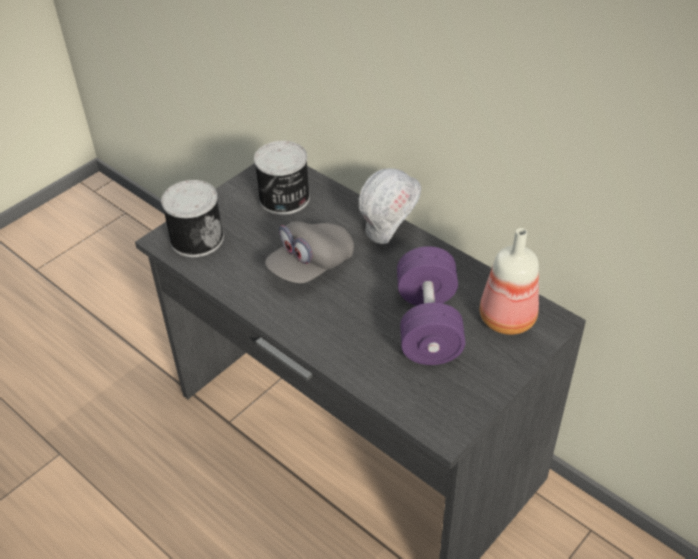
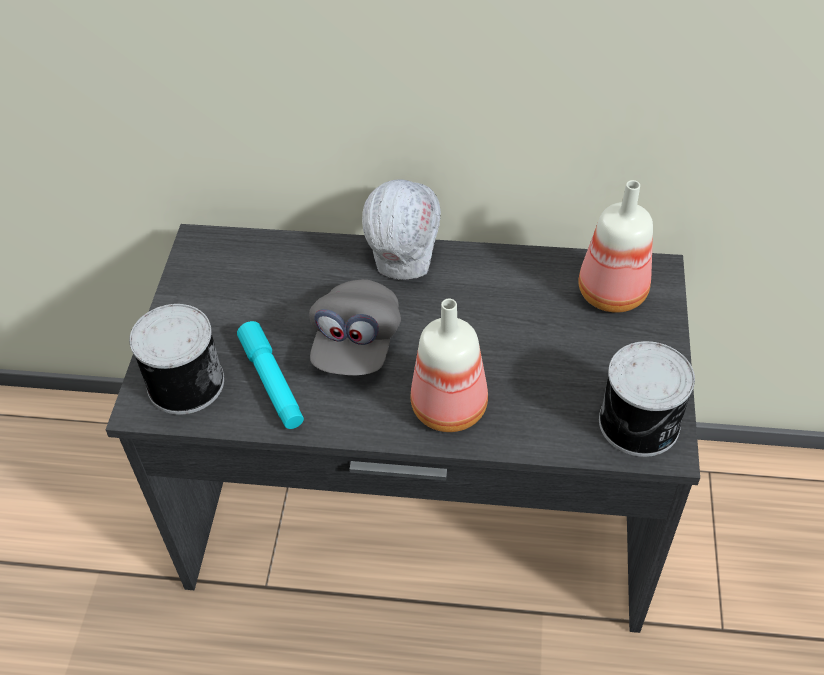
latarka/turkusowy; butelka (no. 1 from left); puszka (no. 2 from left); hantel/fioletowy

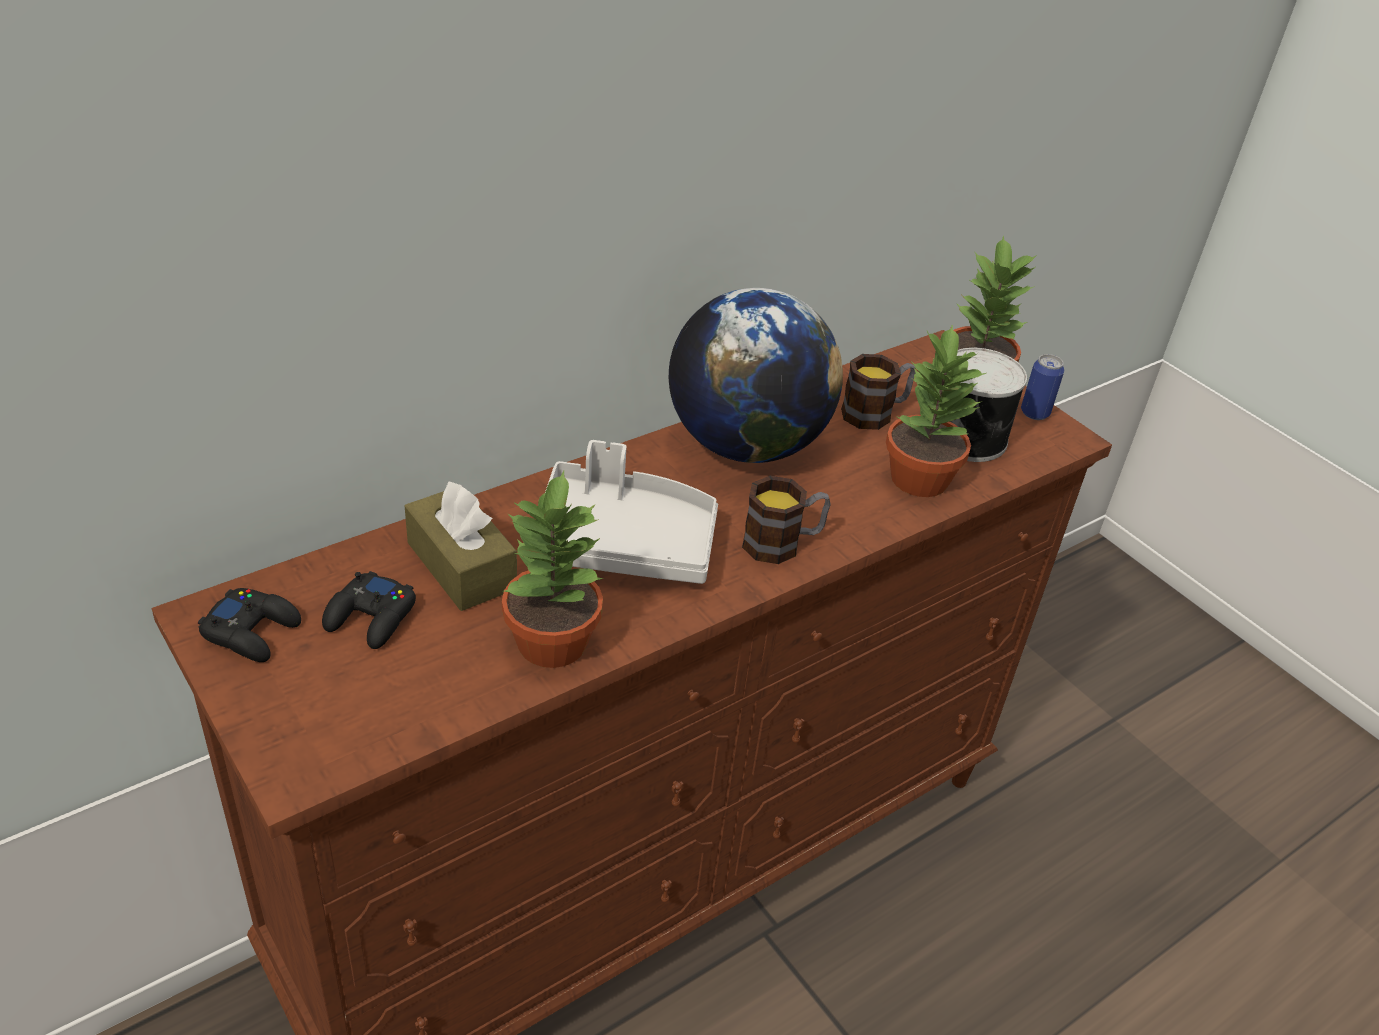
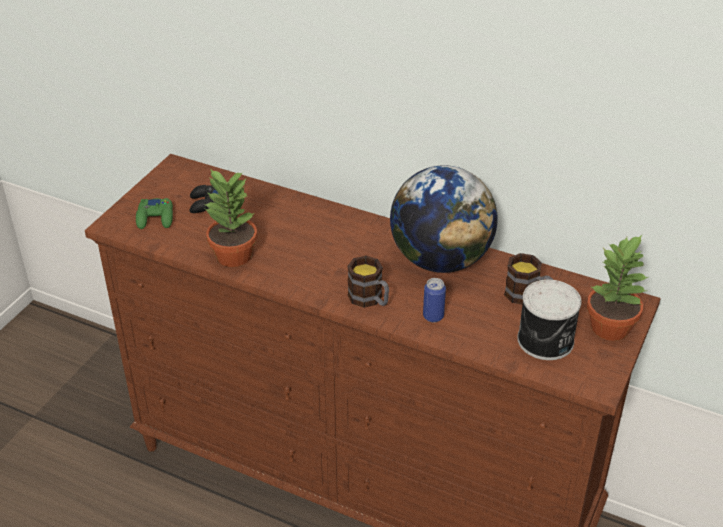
pad do gier/zielony; puszka (no. 1 from left); pad do gier/czarny (no. 1 from left in the first image); pudełko chusteczek/brązowy; taca/szary; roślina doniczkowa (no. 2 from left in the first image)

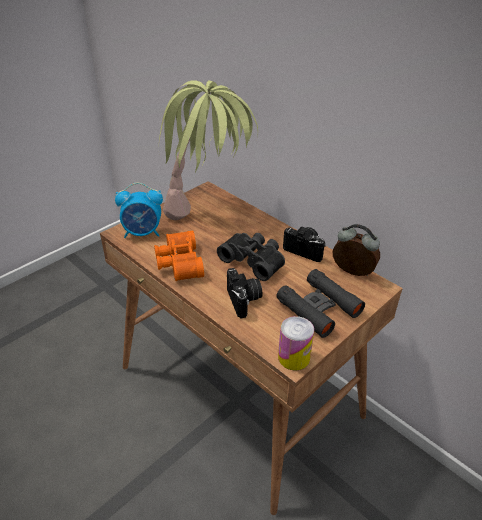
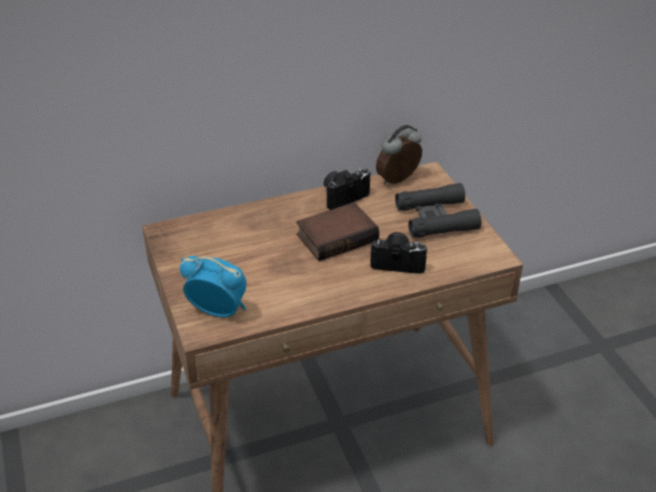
budzik (no. 1 from left); książka; lornetka/pomarańczowy; roślina doniczkowa; puszka

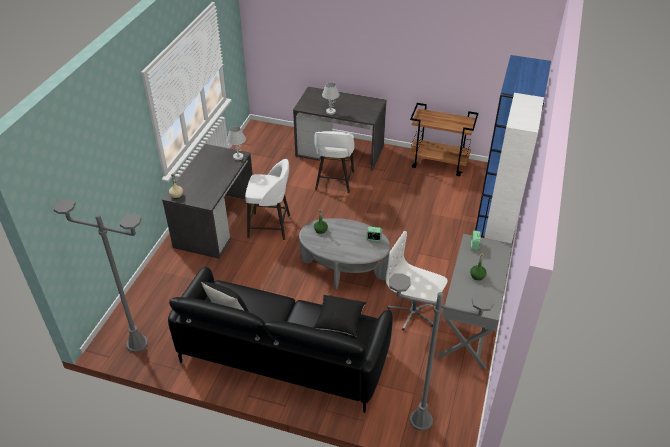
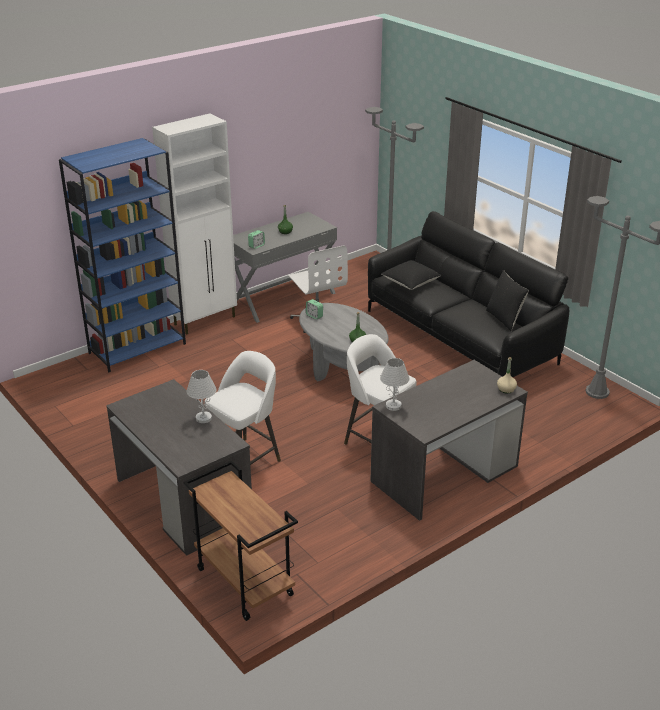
wózek/brązowy

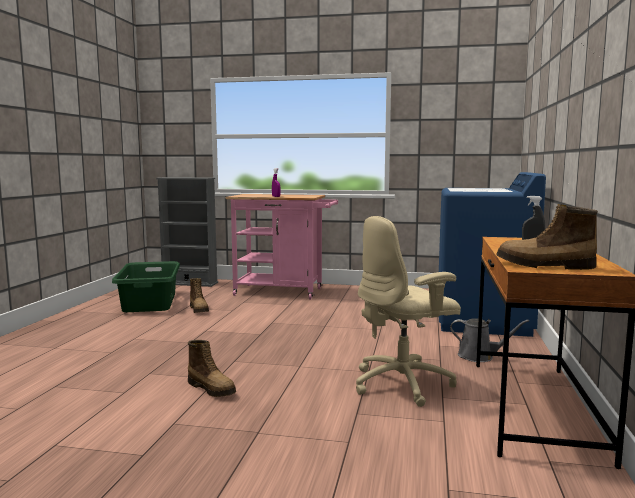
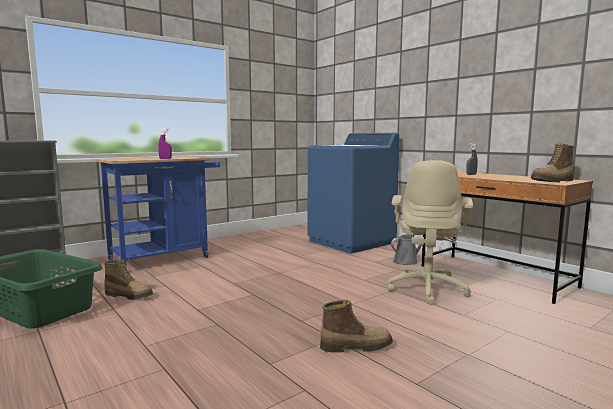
wózek/niebieski

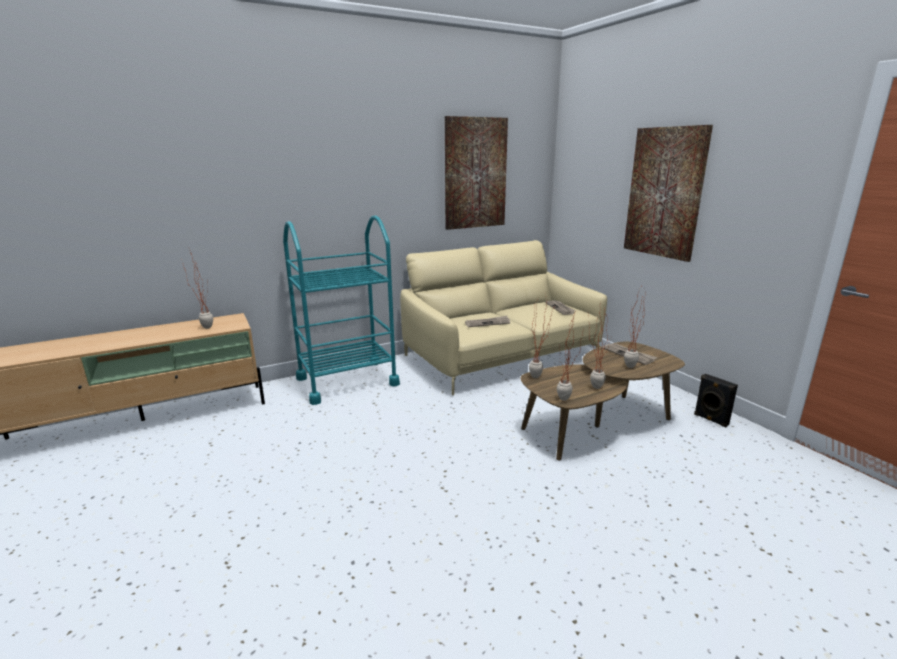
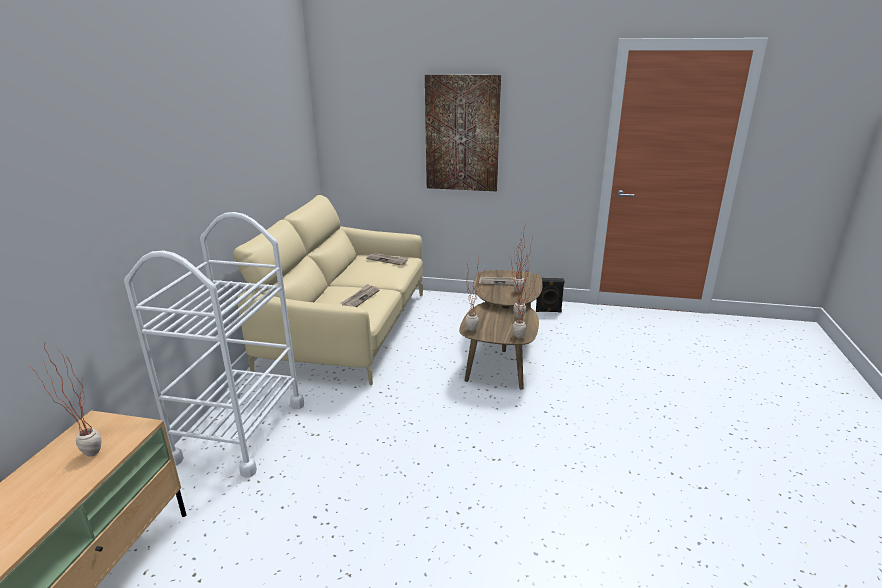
wózek/biały; obraz (no. 1 from left in the first image)

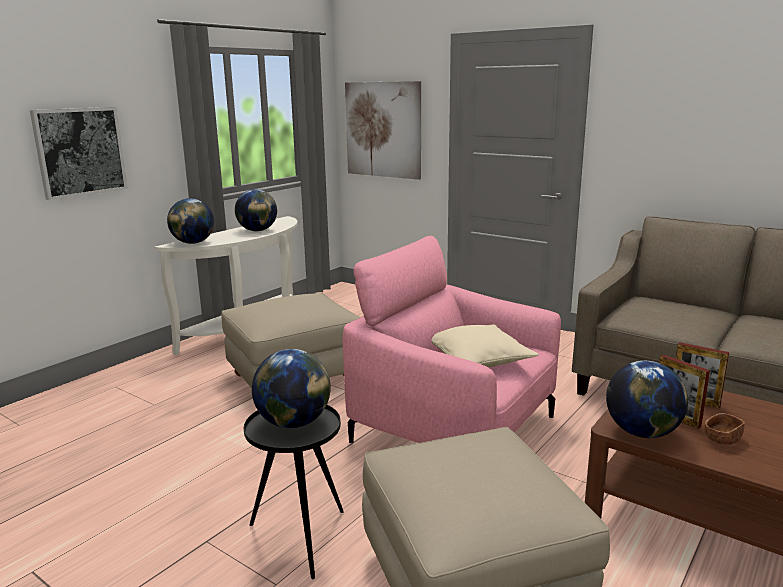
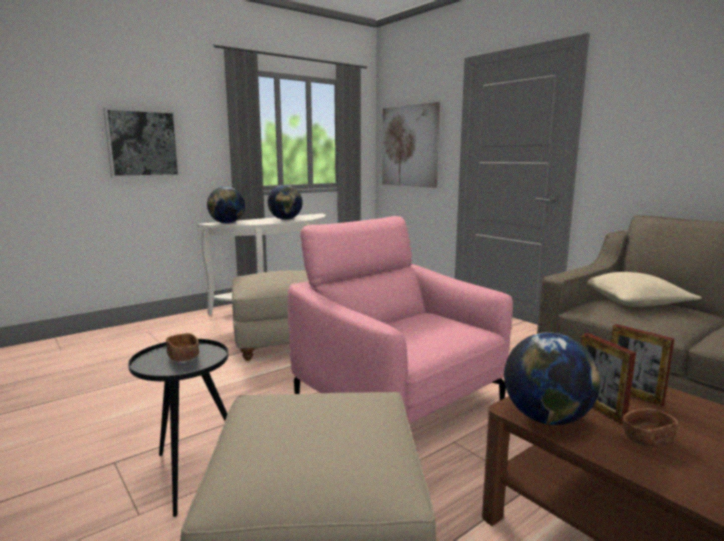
miska/brązowy (no. 1 from left); poduszka/beżowy

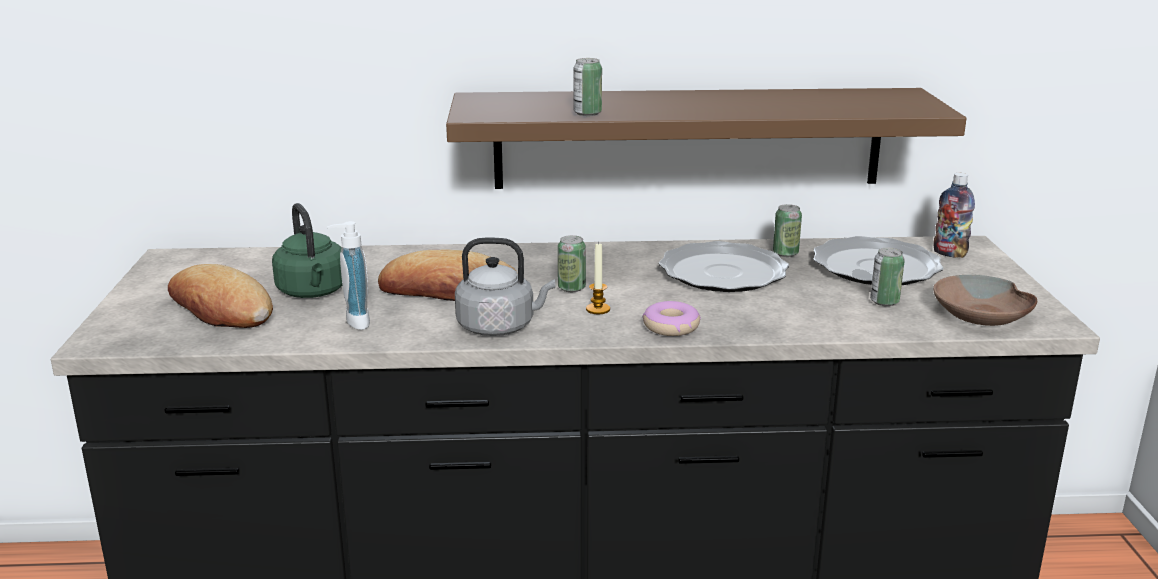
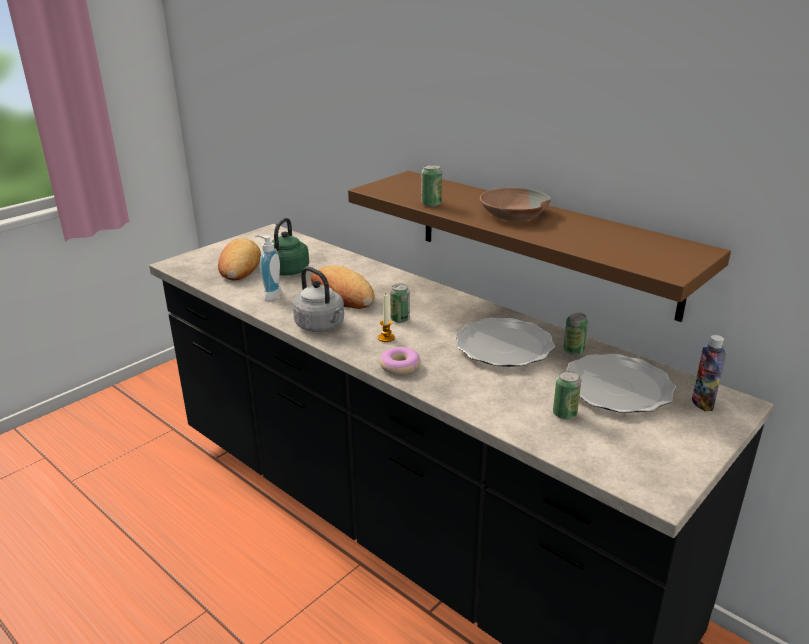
miska/brązowy

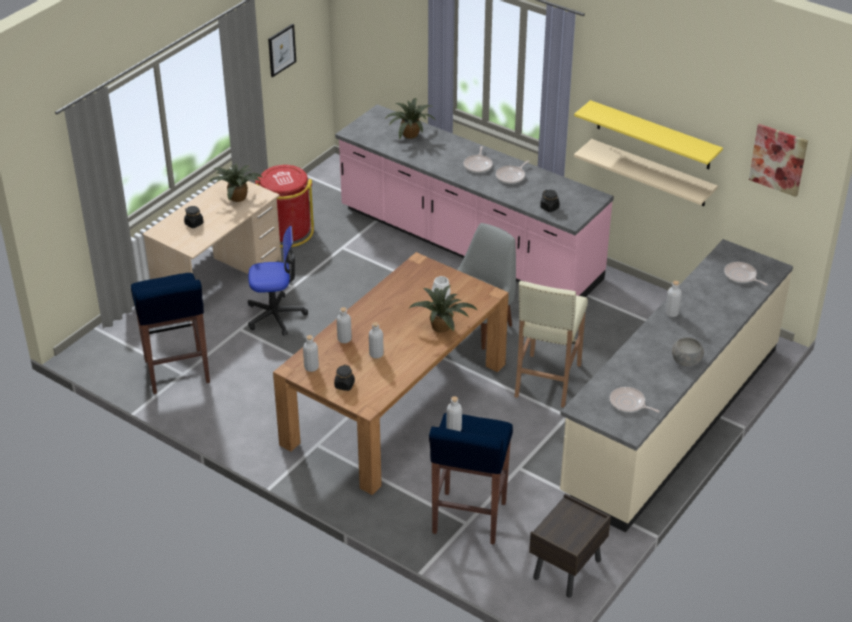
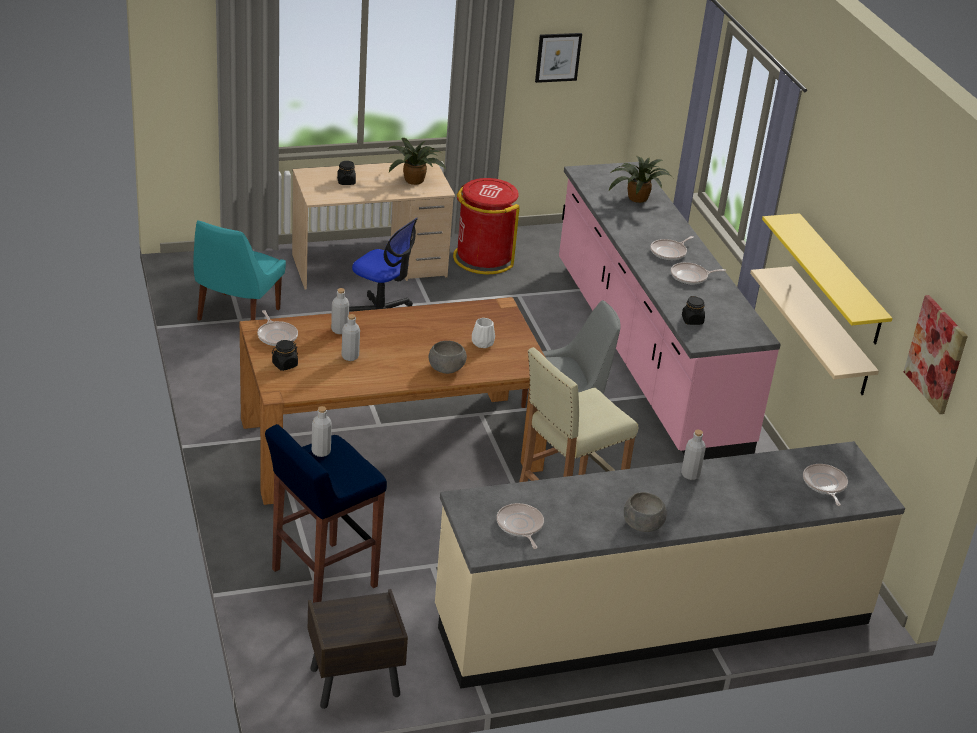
krzesło/turkusowy; patelnia (no. 1 from left); miska/szary (no. 1 from left)

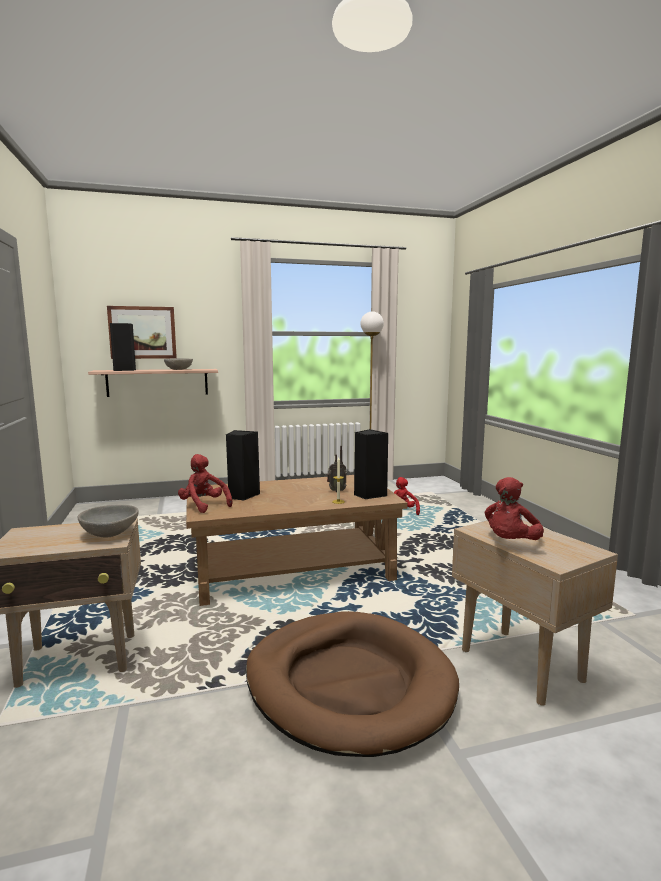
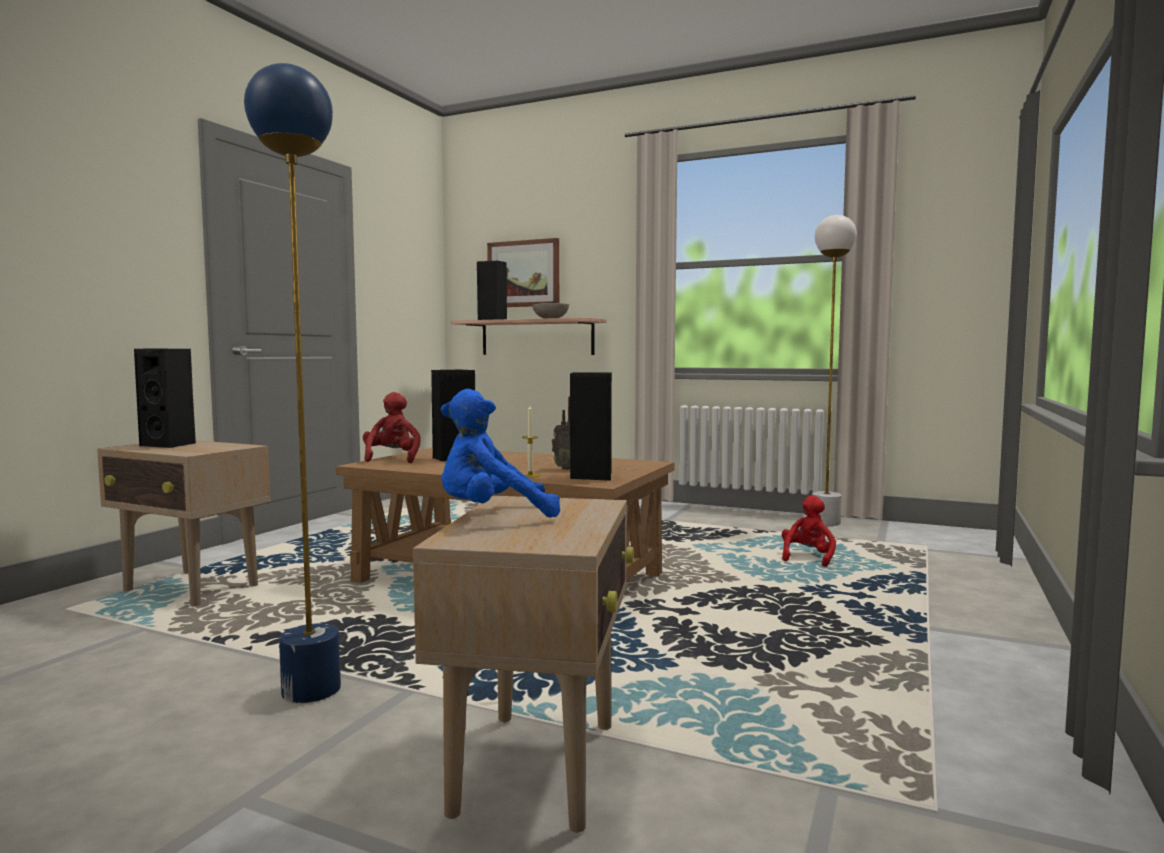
głośnik/czarny (no. 1 from left); lampa stojąca/niebieski; pluszak/niebieski; miska/szary (no. 1 from left in the first image)

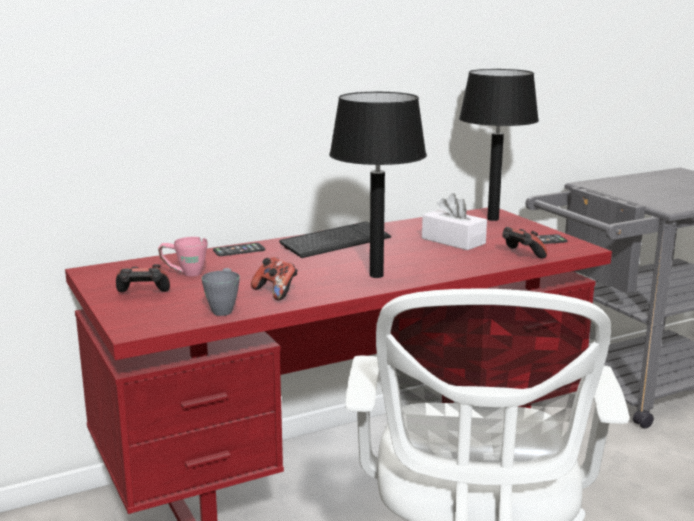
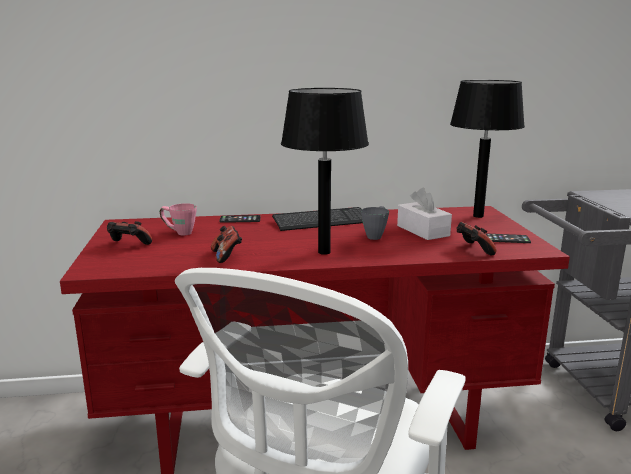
kubek/szary

